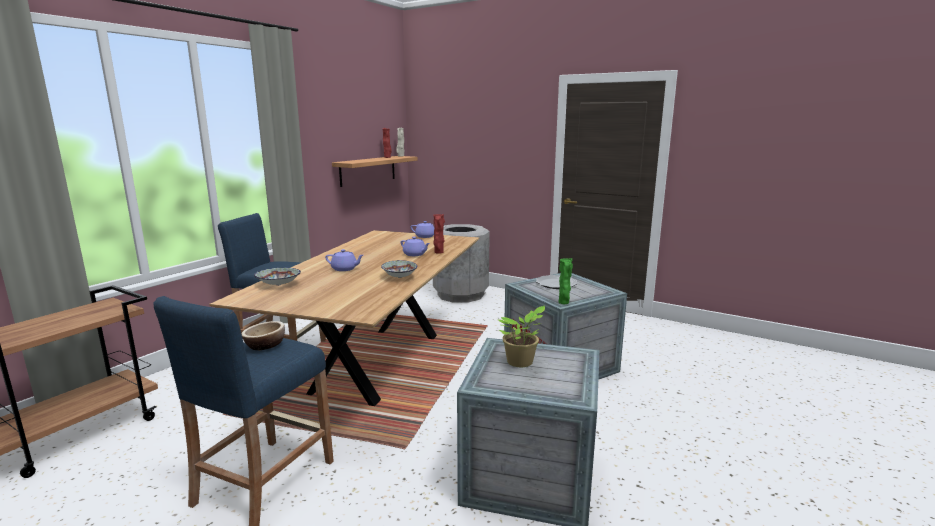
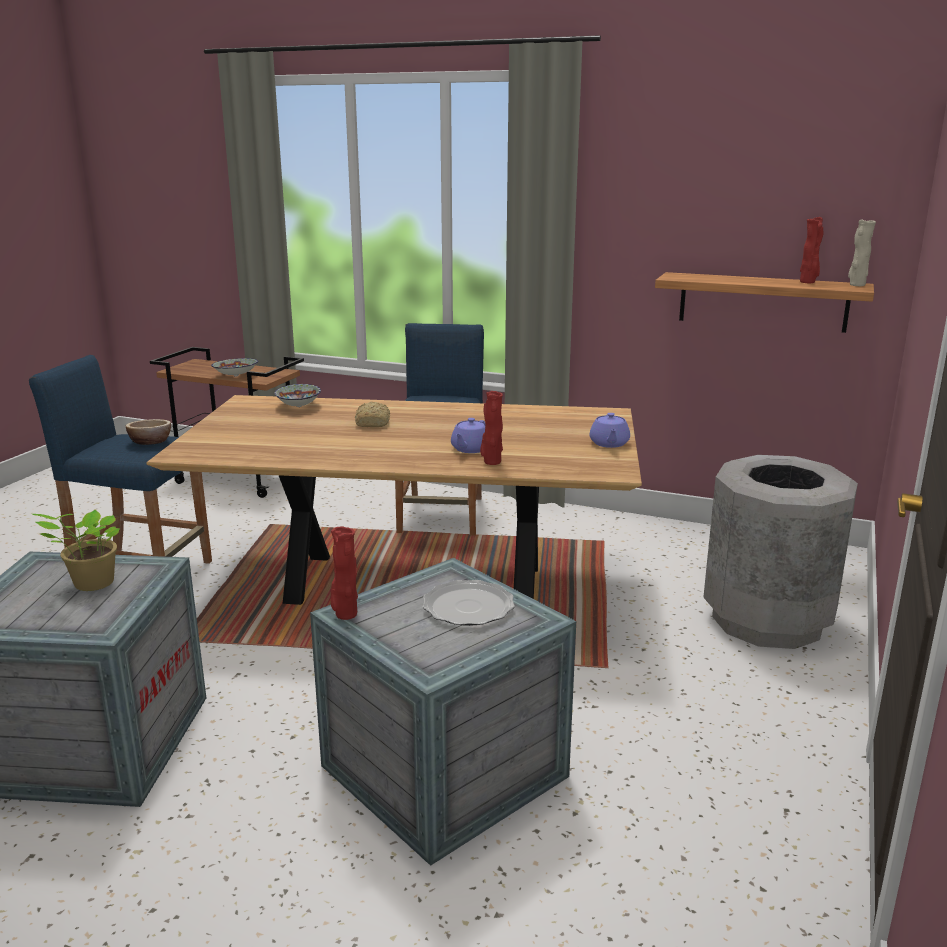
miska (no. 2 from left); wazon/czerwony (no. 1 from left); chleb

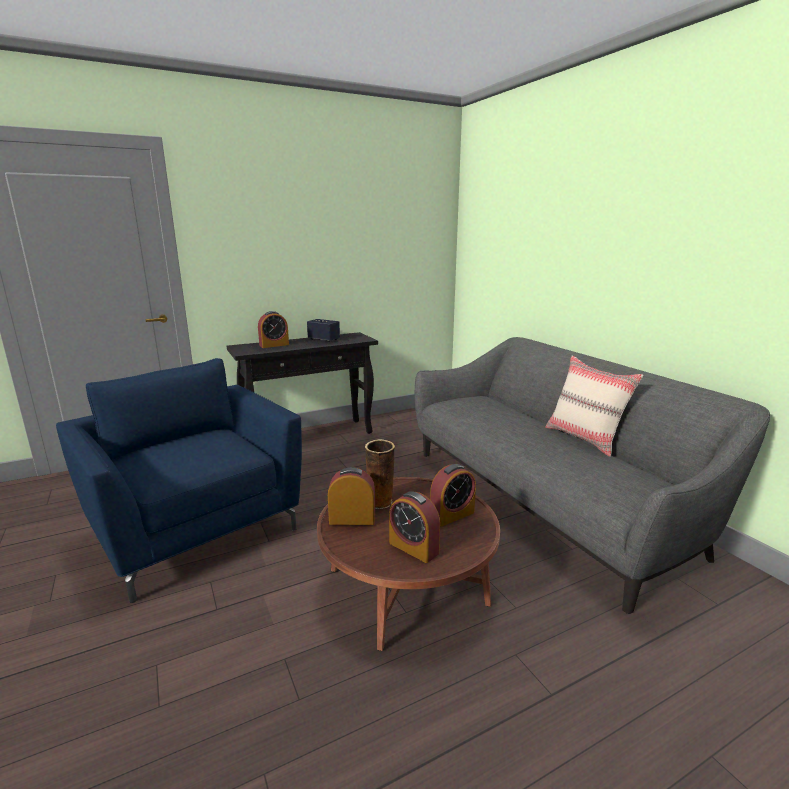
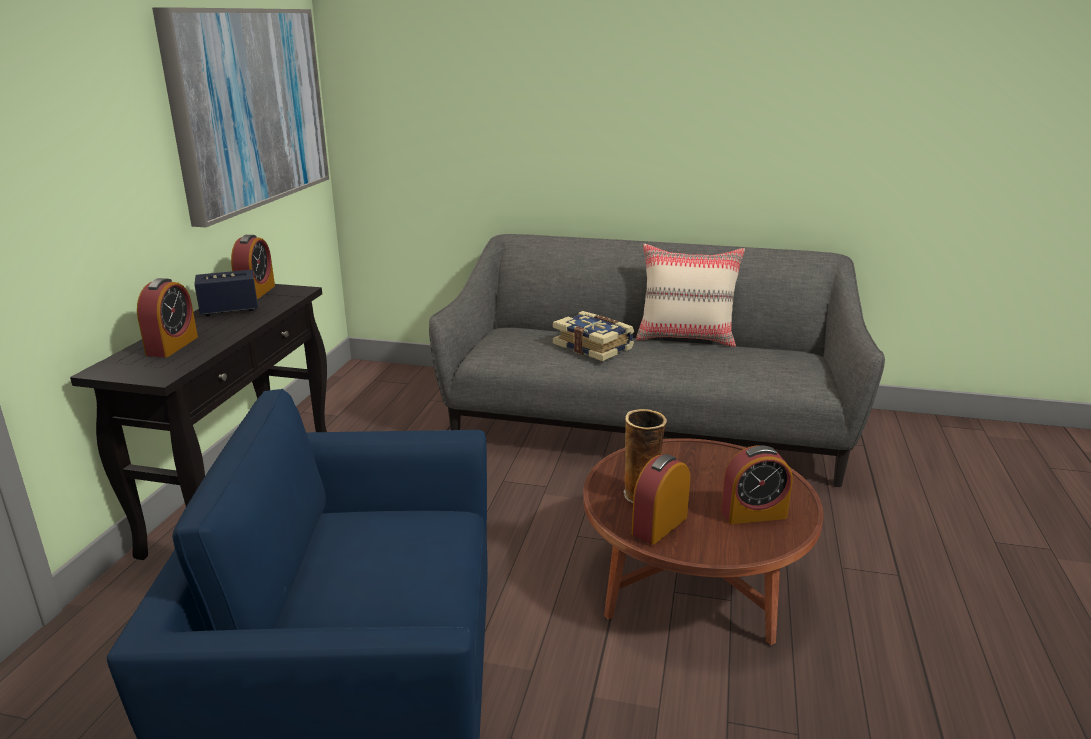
obraz; budzik (no. 2 from left); książka

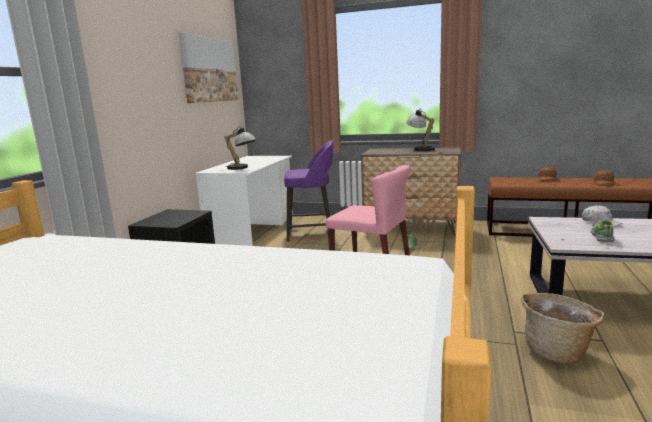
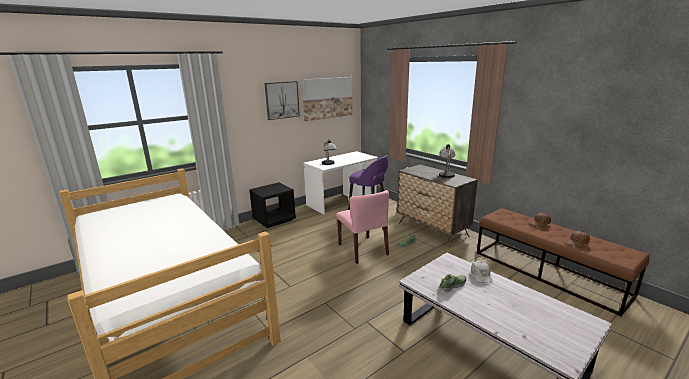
obraz (no. 1 from left); koszyk

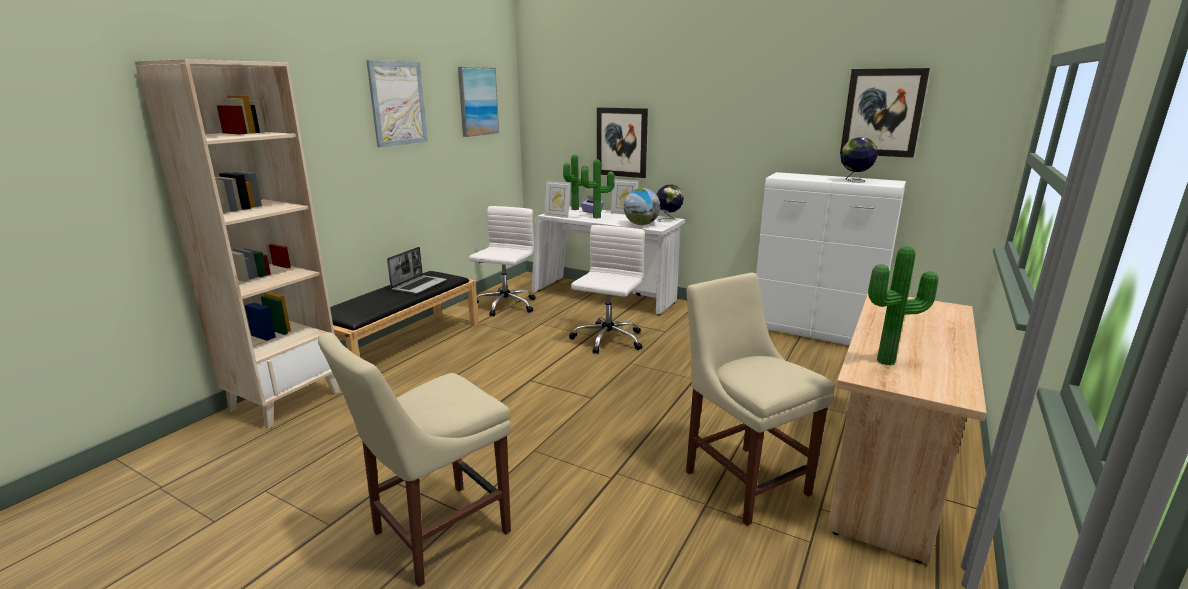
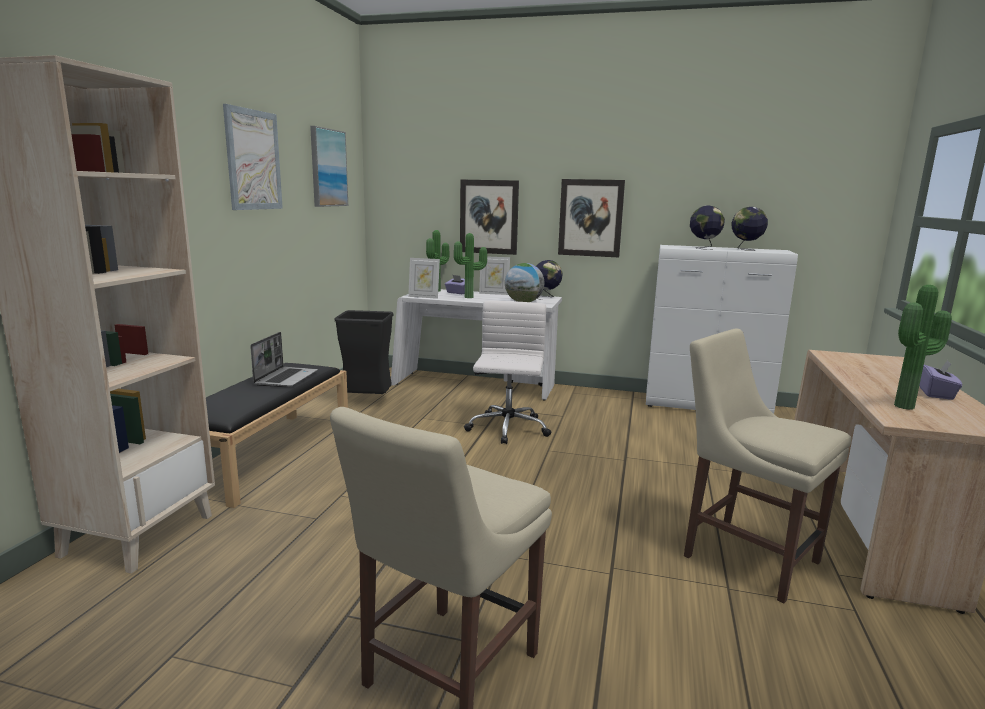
kosz na śmieci/czarny; obraz (no. 4 from left); globus (no. 3 from left); pudełko chusteczek/fioletowy (no. 2 from left)

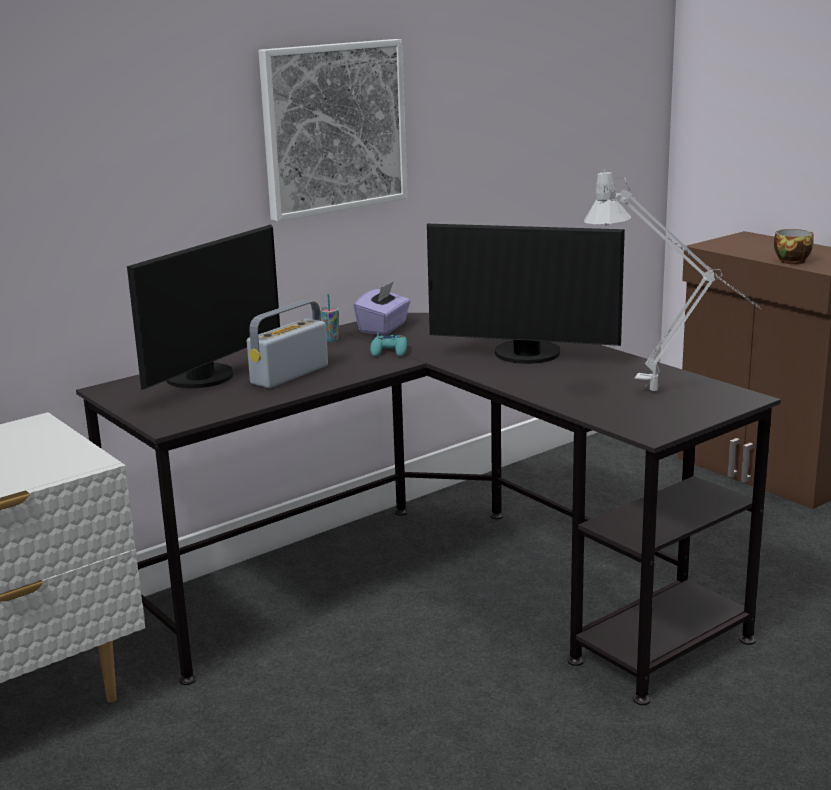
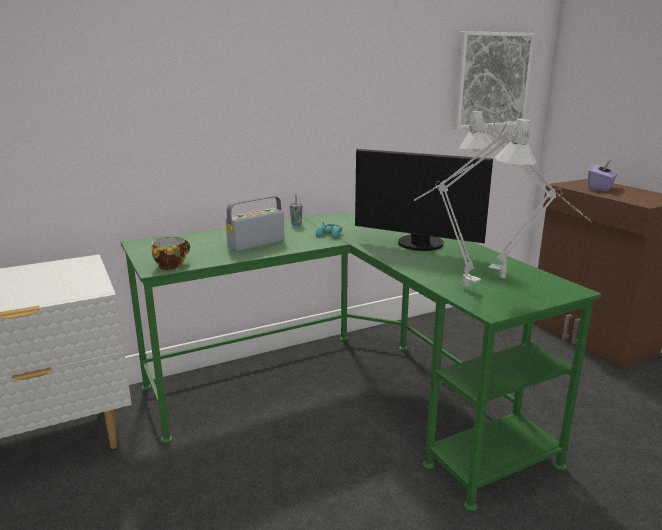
biurko/zielony; filiżanka (no. 1 from left); lampa stołowa/szary (no. 1 from left); obraz; pudełko chusteczek/fioletowy; monitor (no. 1 from left in the first image)

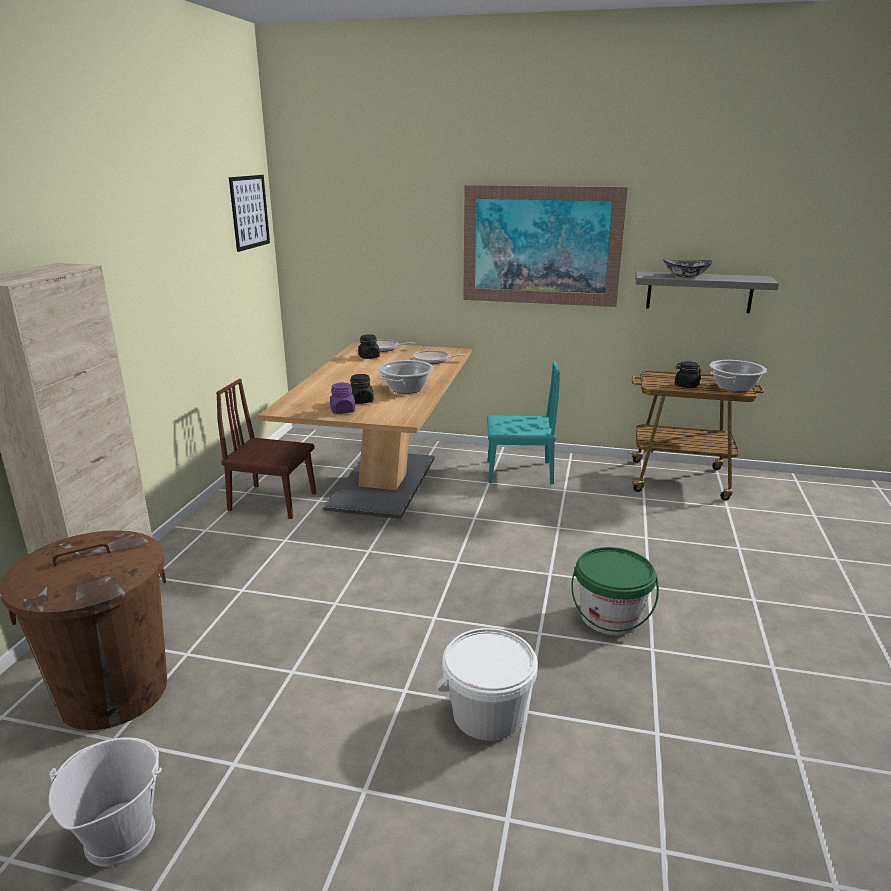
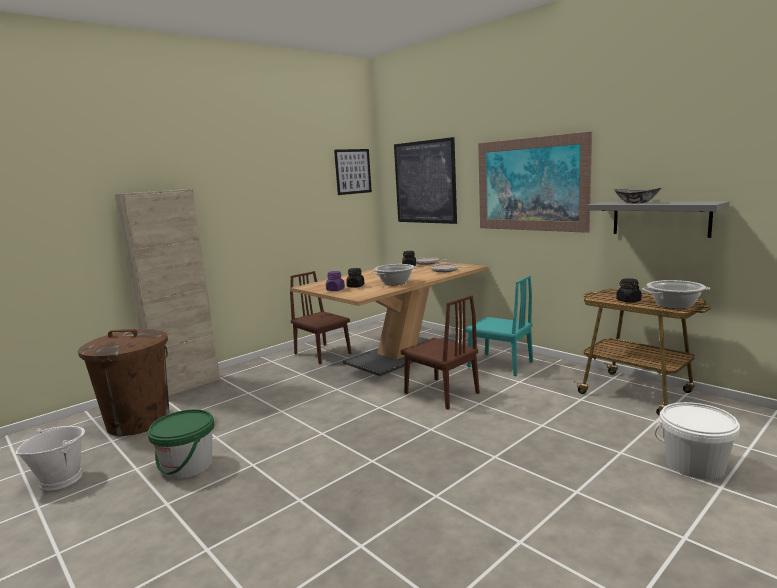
wiadro/zielony; obraz (no. 2 from left); krzesło/brązowy (no. 2 from left); wiadro/biały (no. 2 from left)

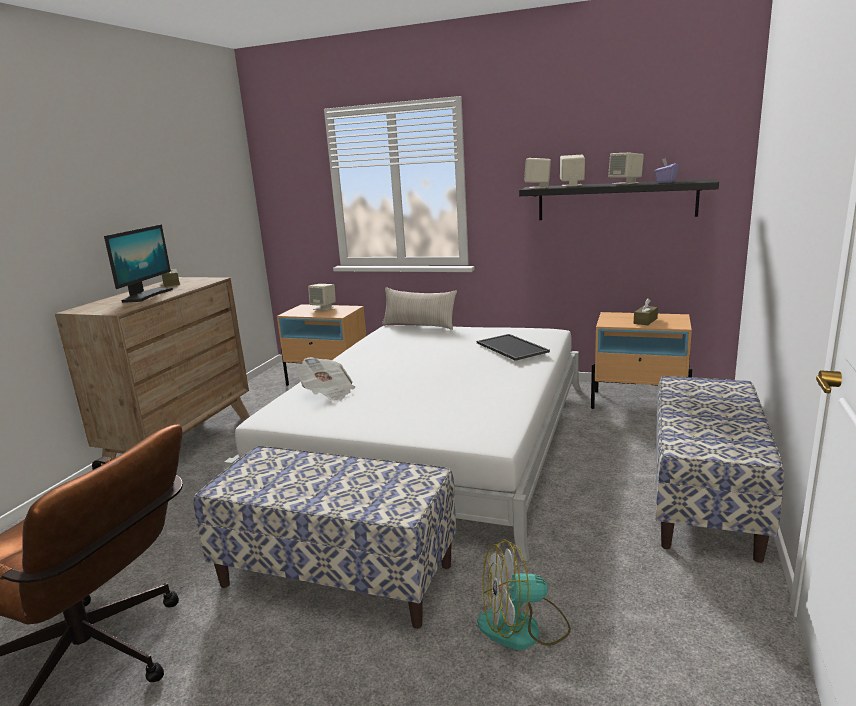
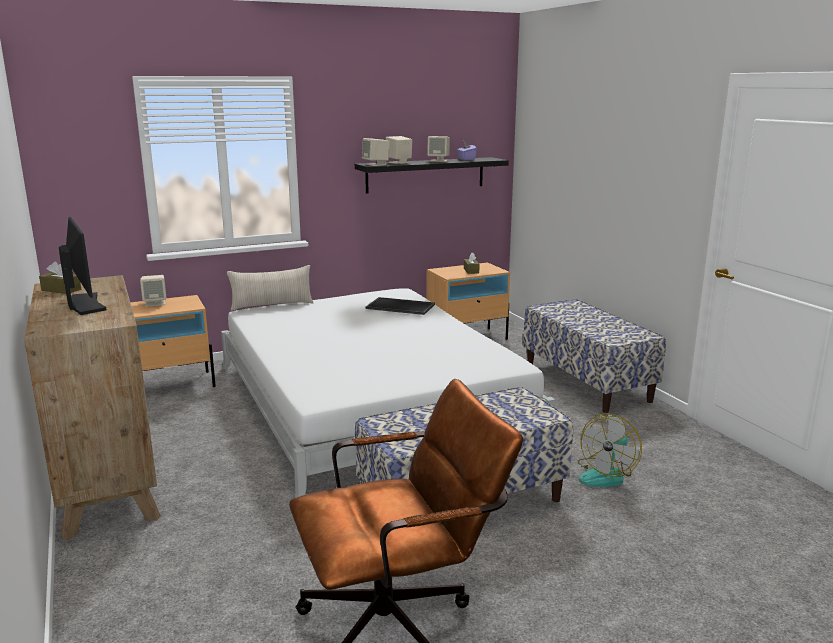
gazeta

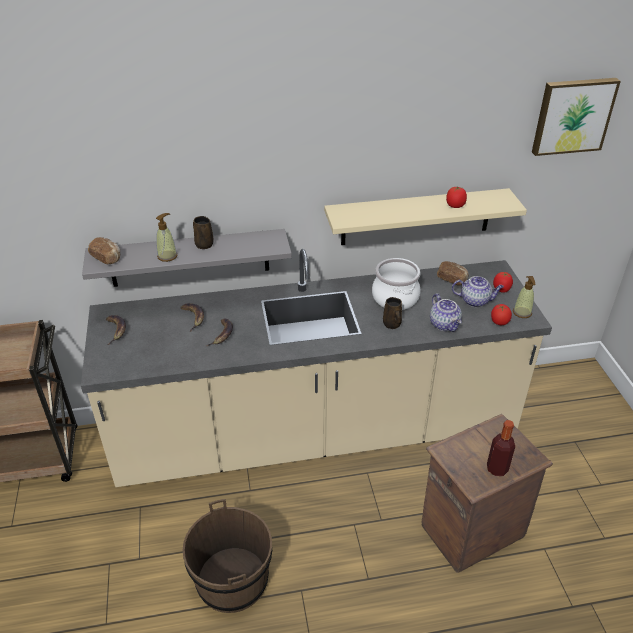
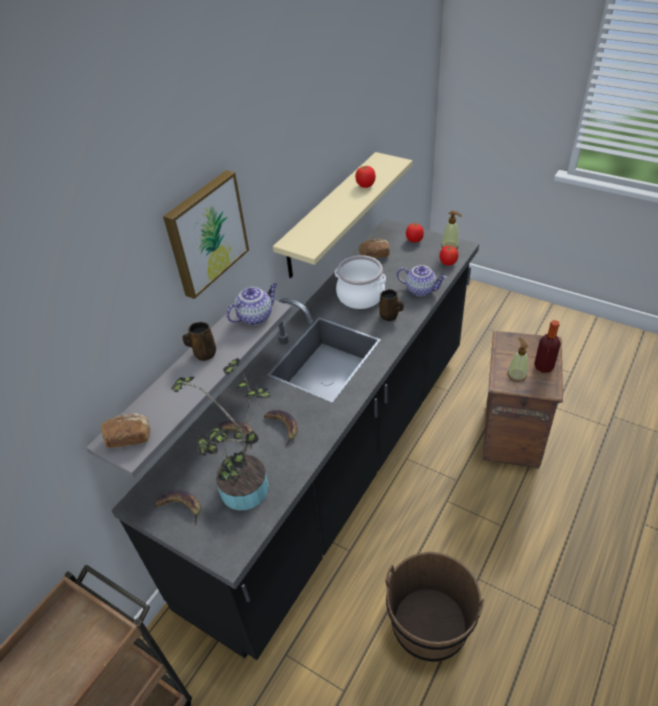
zabudowa kuchenna/czarny; obraz; roślina doniczkowa; imbryk (no. 1 from left); dozownik mydła (no. 2 from left)

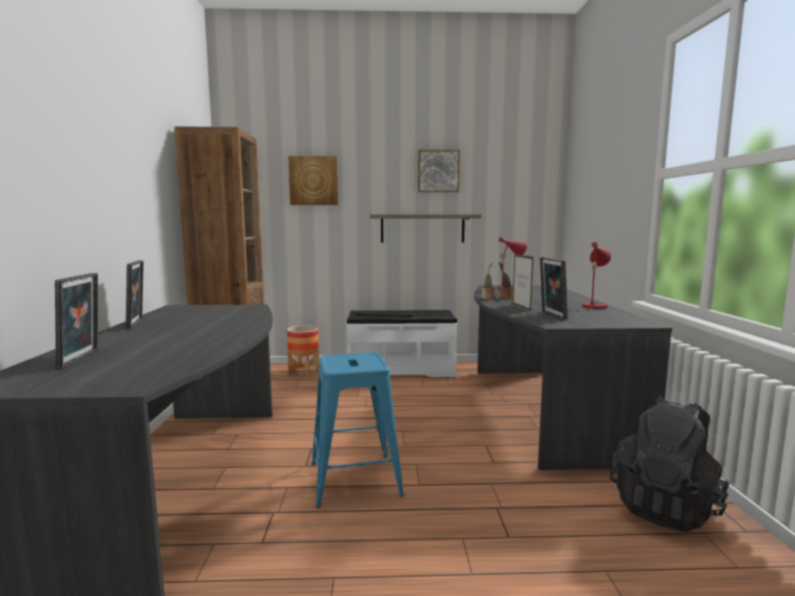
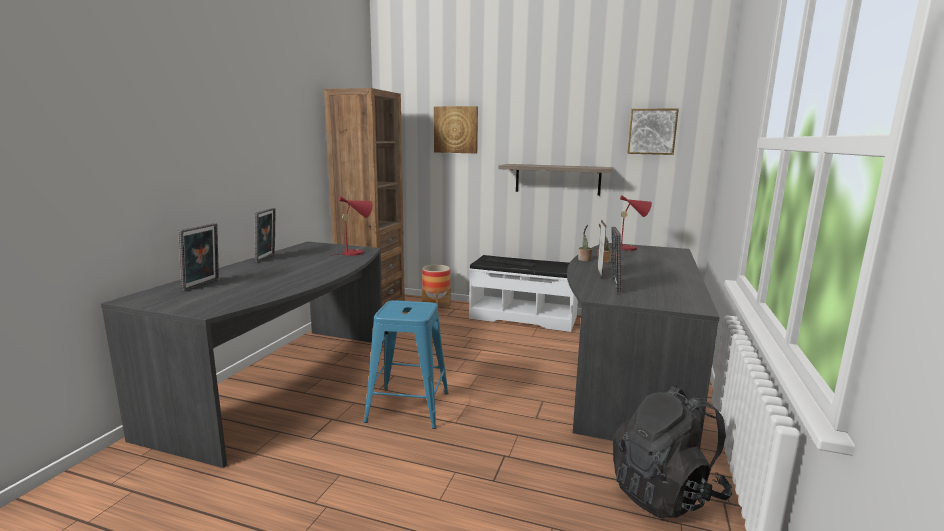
lampa stołowa/czerwony (no. 1 from left); obraz (no. 2 from left)

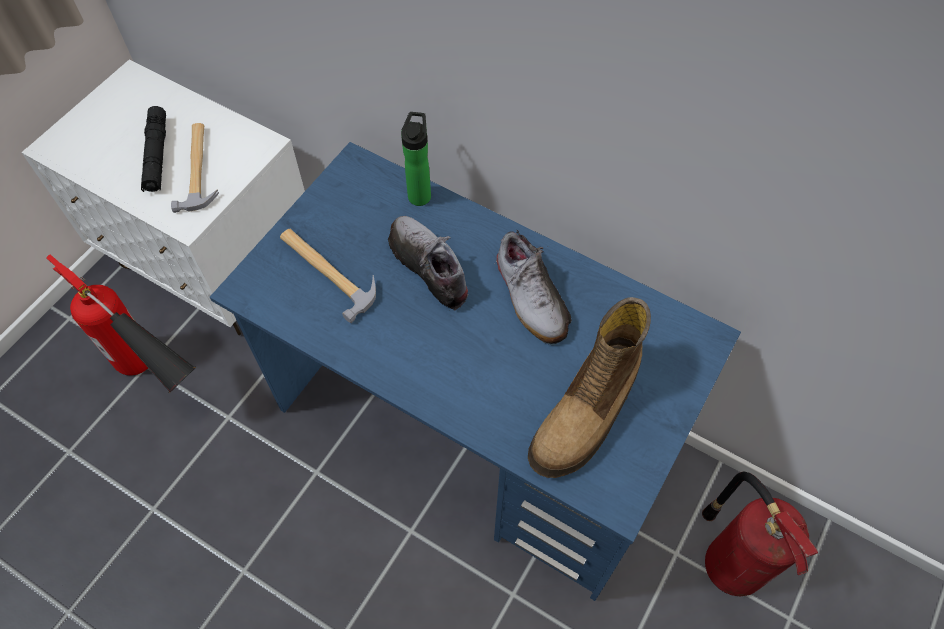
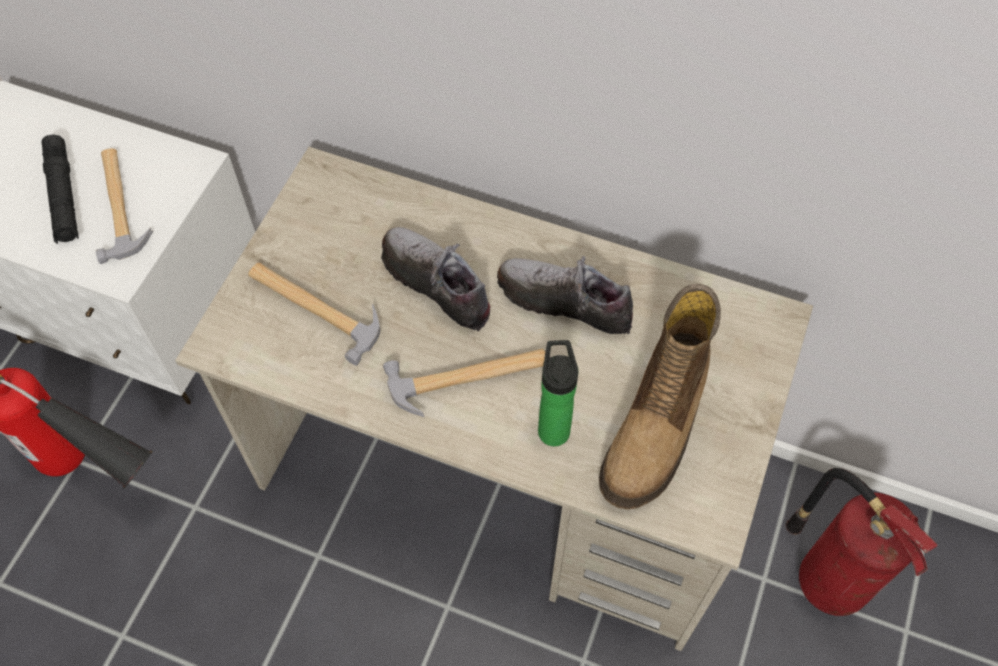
biurko/beżowy; młotek (no. 3 from left); but (no. 2 from left); butelka

